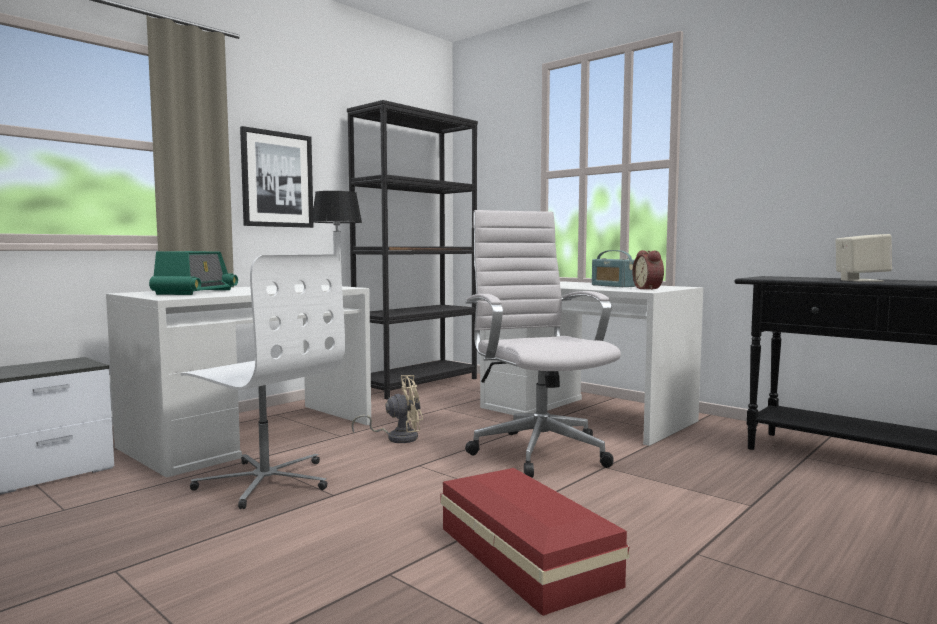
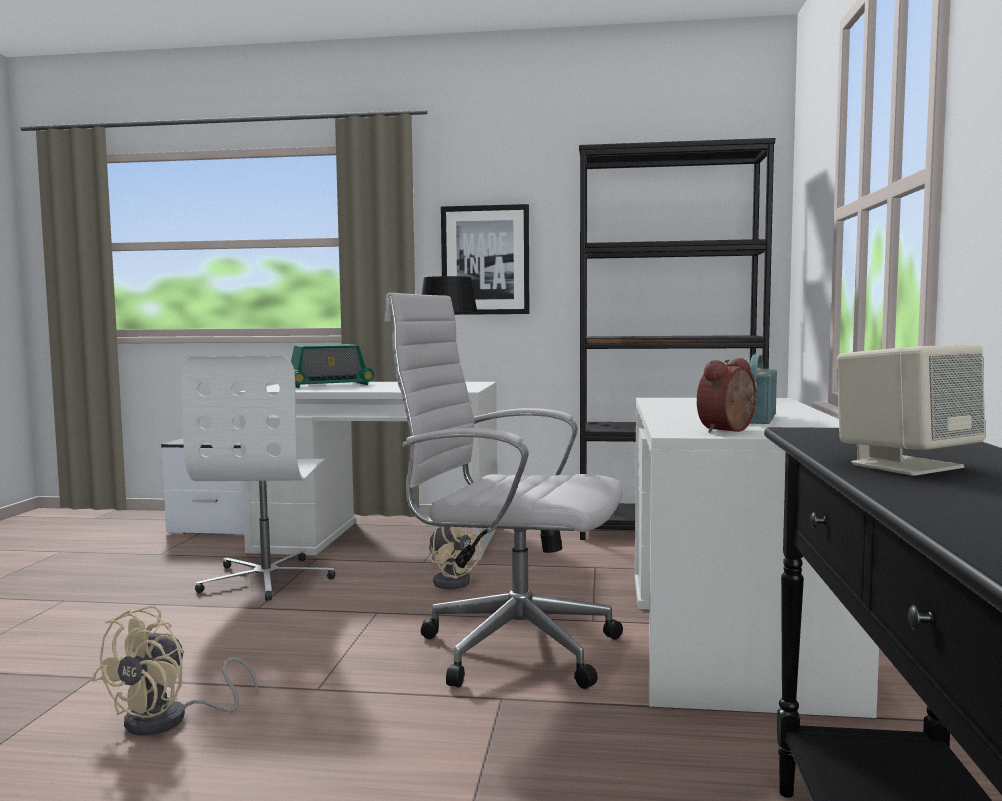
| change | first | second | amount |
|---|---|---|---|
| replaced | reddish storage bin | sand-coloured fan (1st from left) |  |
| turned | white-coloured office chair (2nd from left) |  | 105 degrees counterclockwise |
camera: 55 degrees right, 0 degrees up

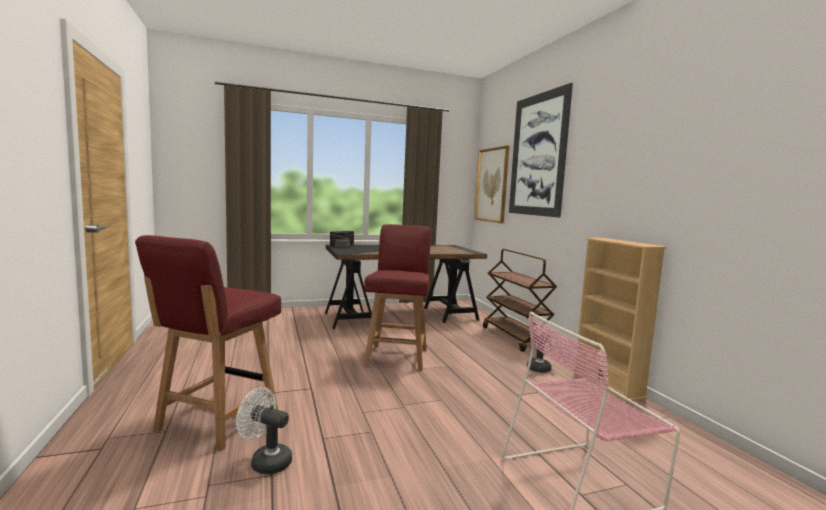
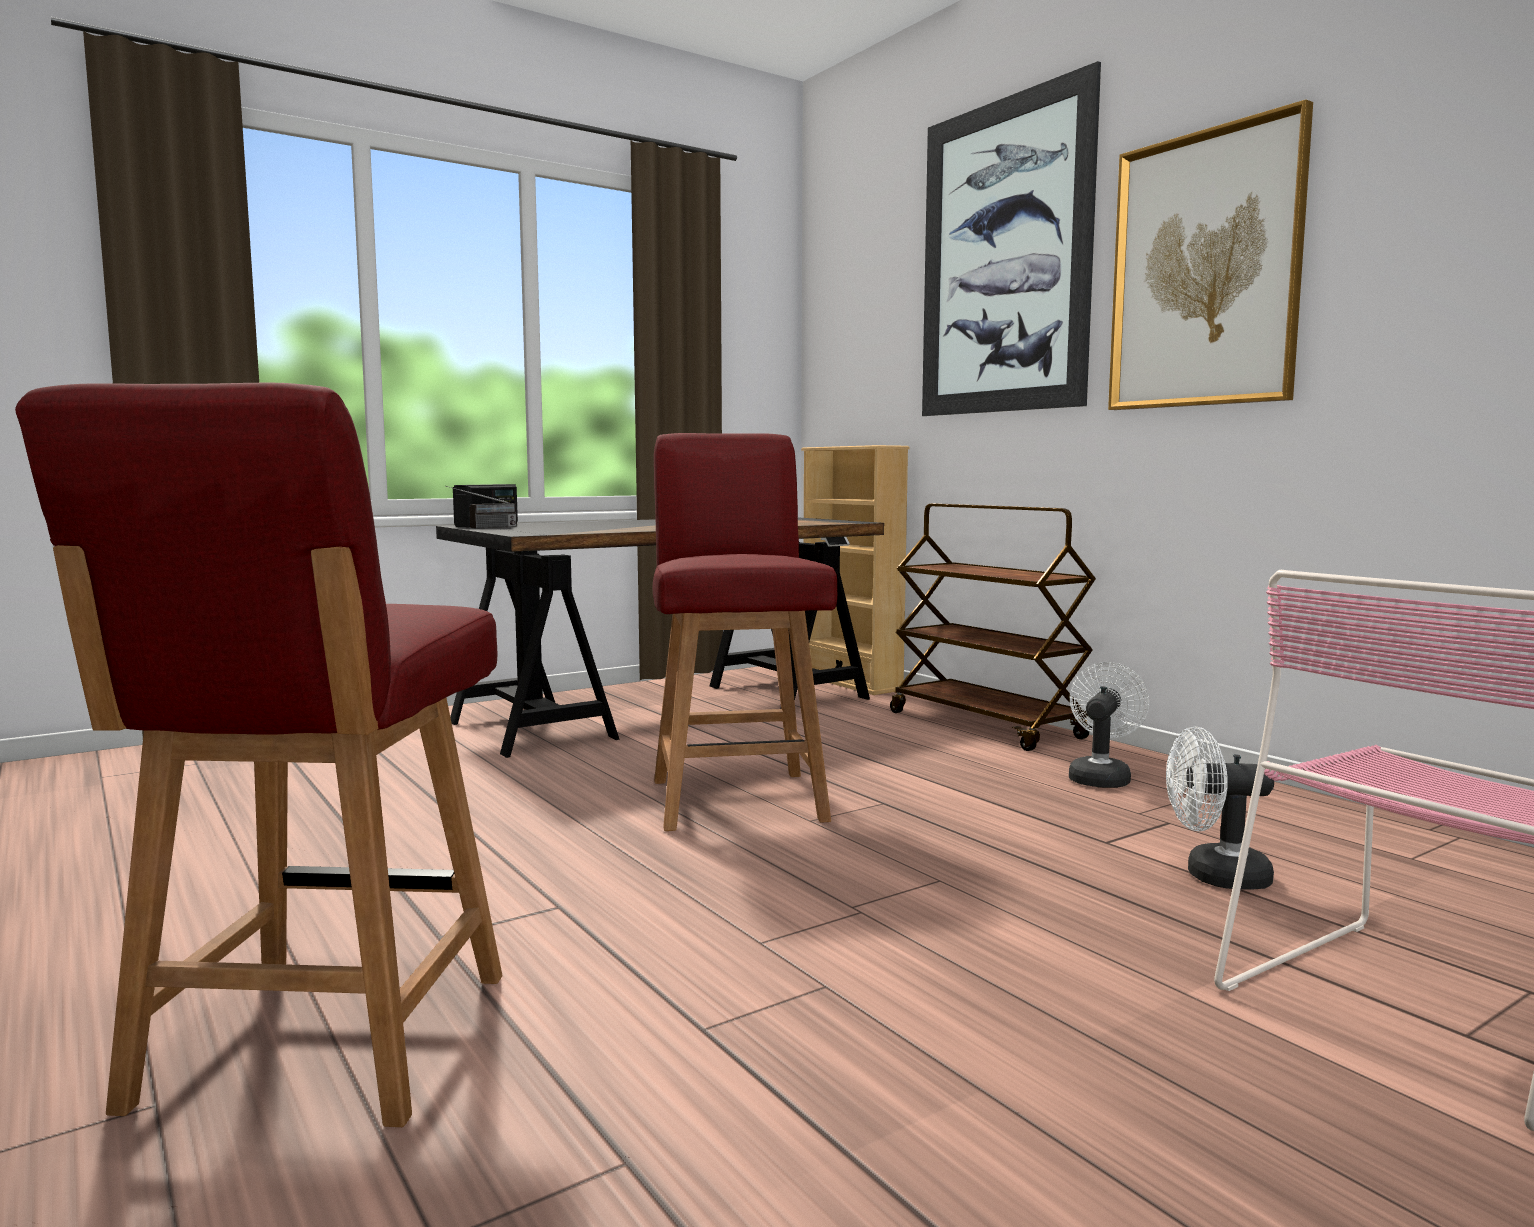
| change | first | second | amount |
|---|---|---|---|
| moved | white-coloured fan (1st from left in the first image) | white-coloured fan (2nd from left) |  |
| moved | picture (1st from left in the first image) | picture (2nd from left) |  |
| moved | sand-coloured bookshelf |  |  |
camera: 15 degrees left, 0 degrees up

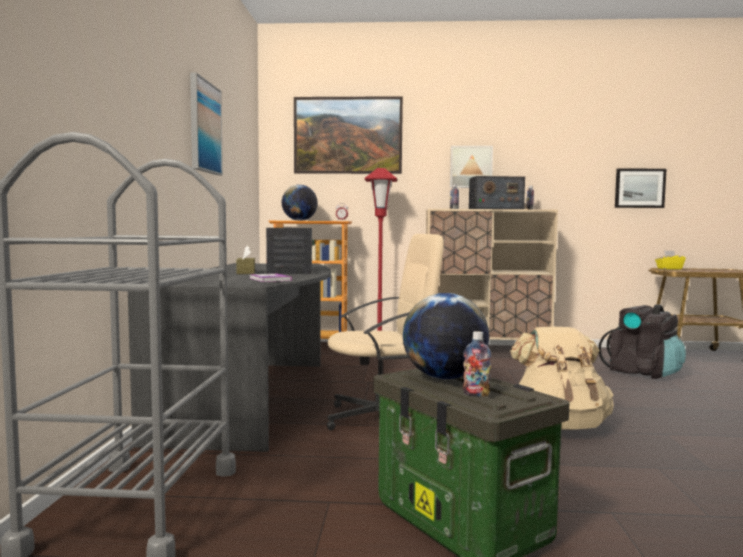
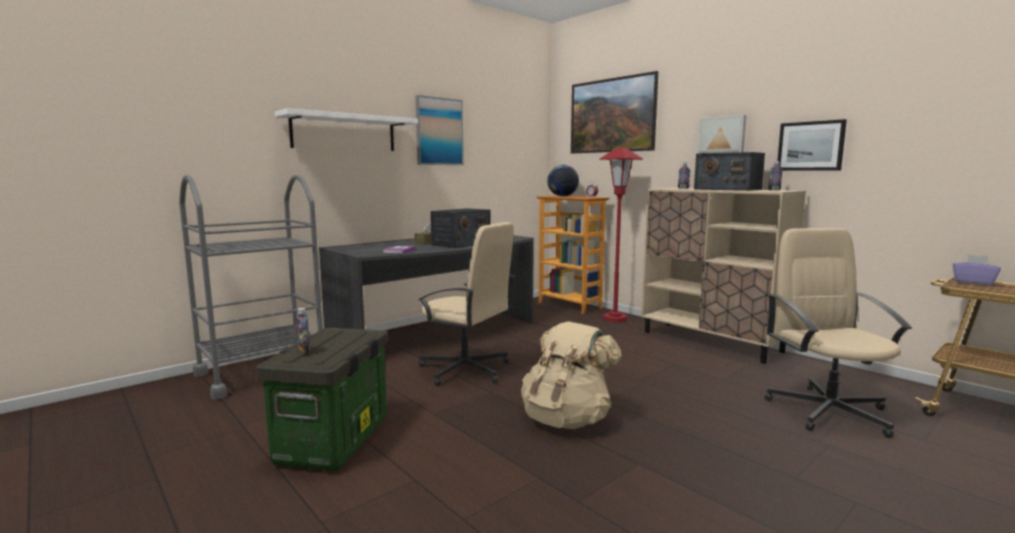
| change | first | second | amount |
|---|---|---|---|
| removed | world globe (2nd from left) |  |  |
| added |  | white-coloured shelf |  |
| moved | picture (4th from left) |  |  |
| replaced | blackish rucksack | sand-coloured office chair (2nd from left) |  |
| recoloured | yellowish tissue holder | purple tissue holder |  |
camera: 45 degrees right, 5 degrees up

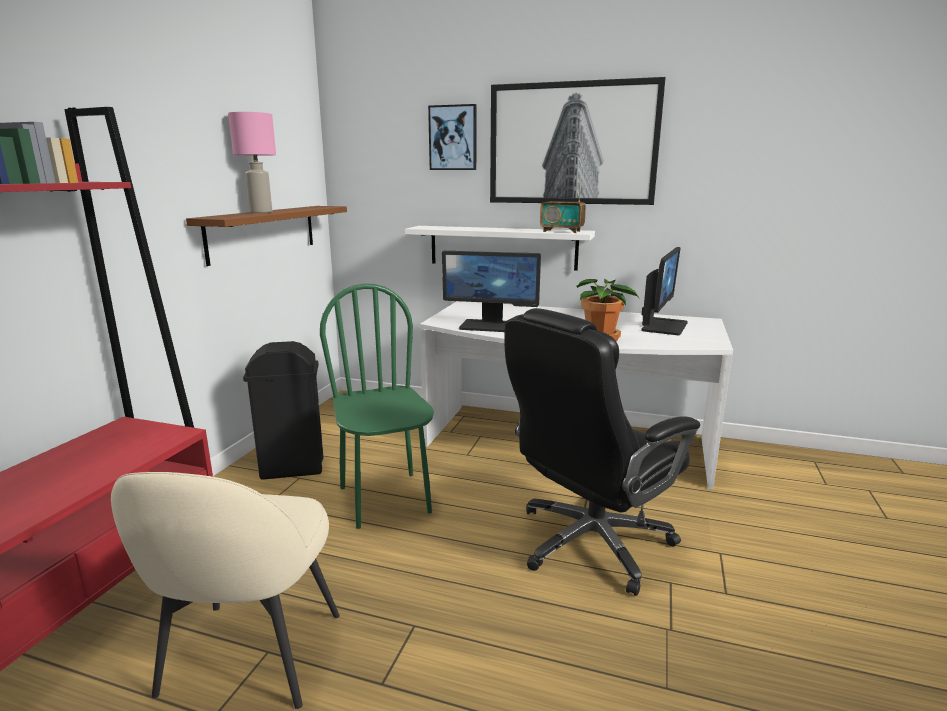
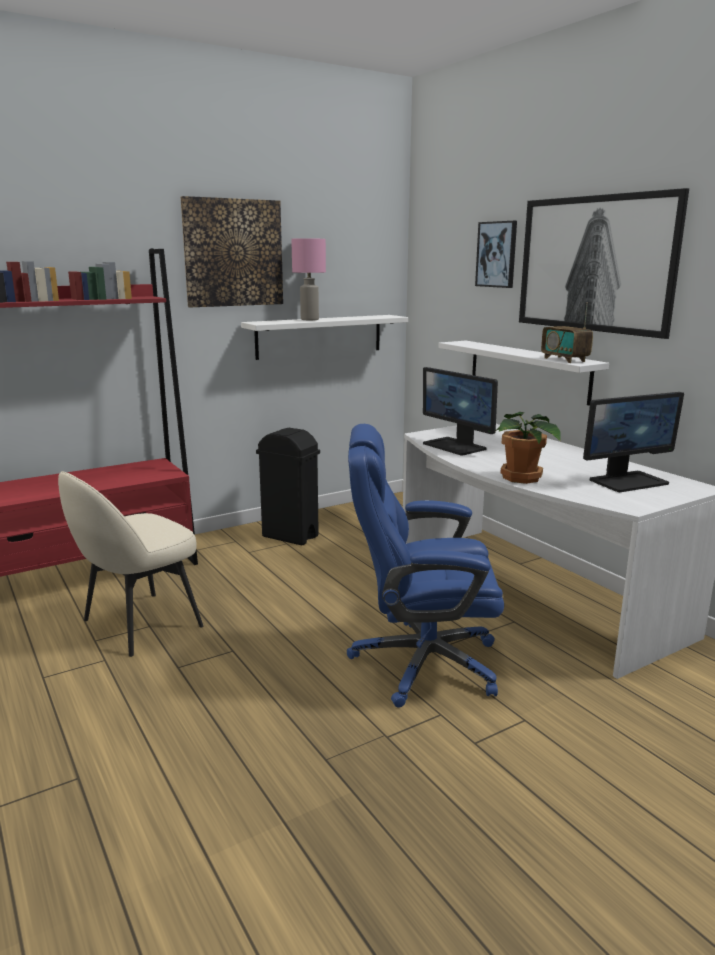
| change | first | second | amount |
|---|---|---|---|
| removed | greenish upright chair |  |  |
| added |  | picture (1st from left) |  |
| recoloured | brown-coloured shelf | white-coloured shelf (1st from left) |  |
| recoloured | blackish office chair | blue office chair |  |
camera: 40 degrees right, 0 degrees up

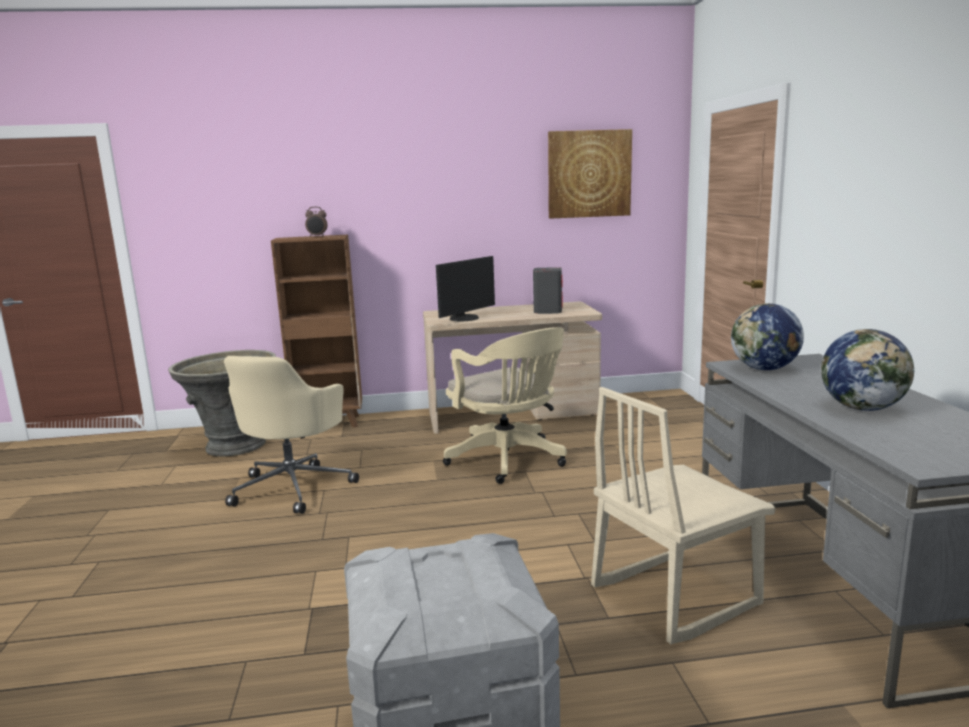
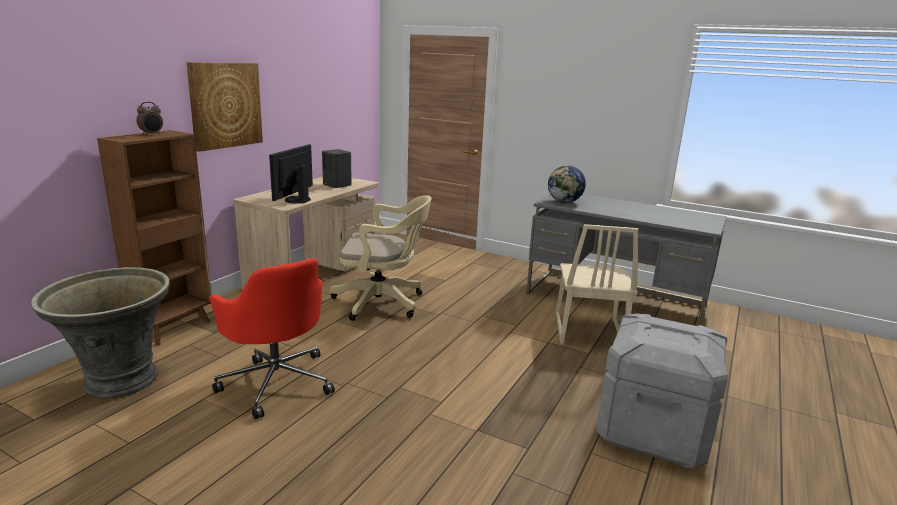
| change | first | second | amount |
|---|---|---|---|
| removed | world globe (2nd from left) |  |  |
| moved | picture |  |  |
| recoloured | sand-coloured office chair (1st from left) | reddish office chair |  |
| turned | computer screen |  | 150 degrees counterclockwise |
camera: 55 degrees left, 5 degrees up

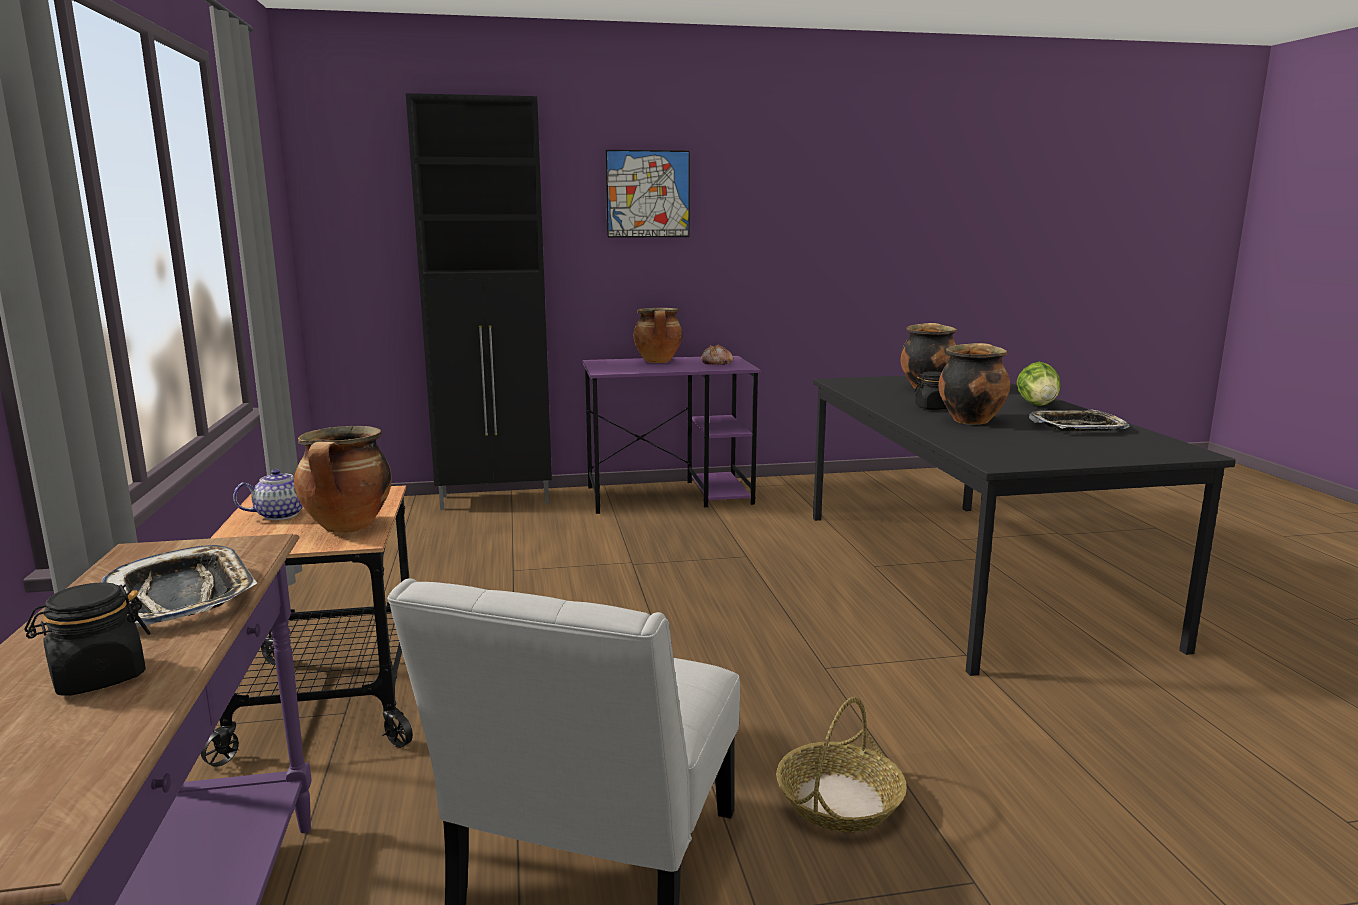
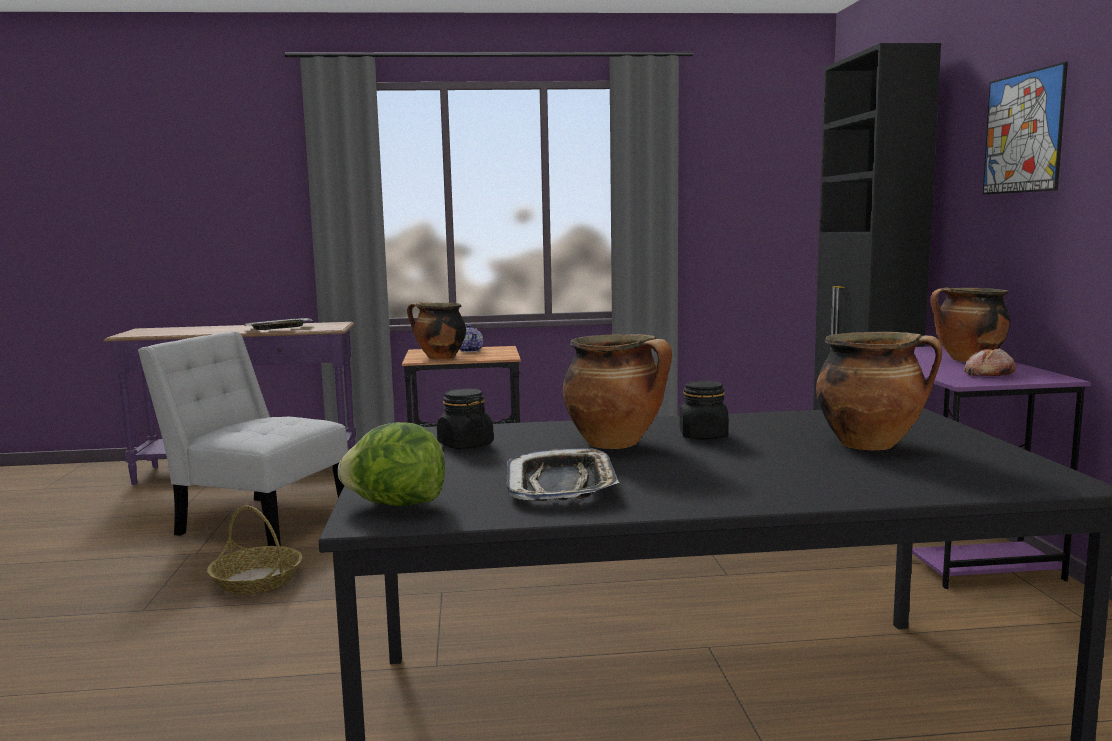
| change | first | second | amount |
|---|---|---|---|
| moved | blackish jar (1st from left) |  |  |
| moved | lettuce head |  |  |
camera: 95 degrees right, 5 degrees down

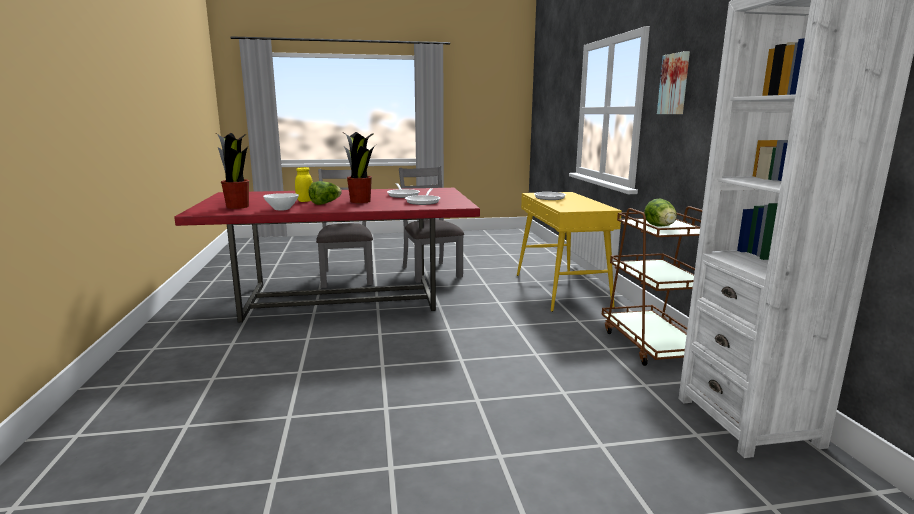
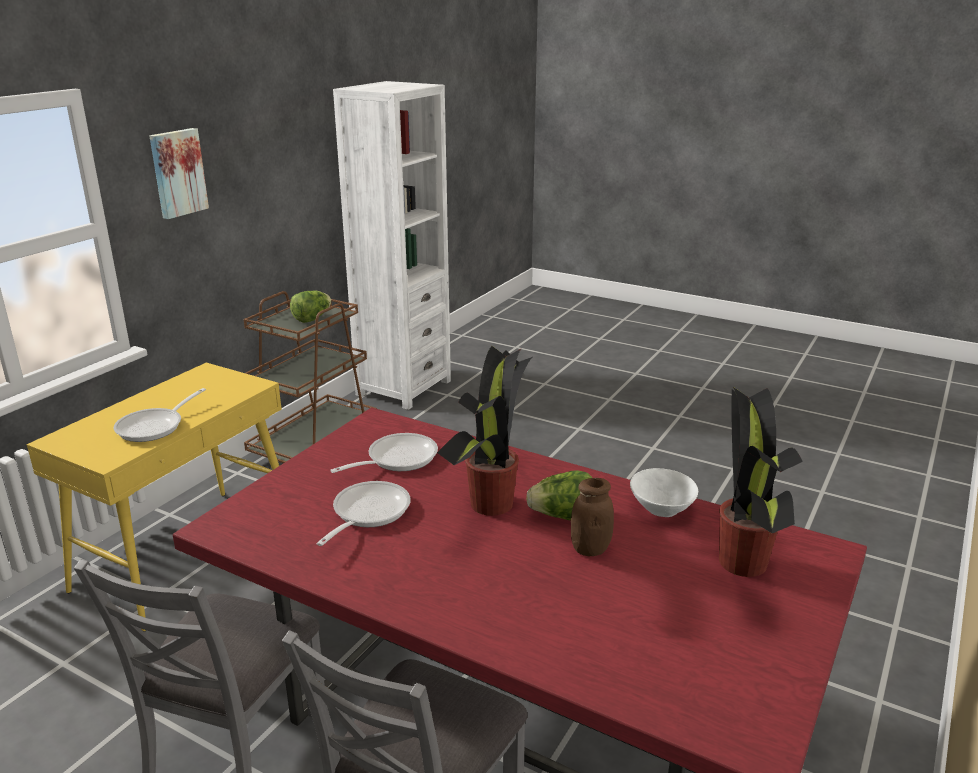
| change | first | second | amount |
|---|---|---|---|
| recoloured | yellowish jar | brown-coloured jar |  |
camera: 140 degrees left, 10 degrees up

